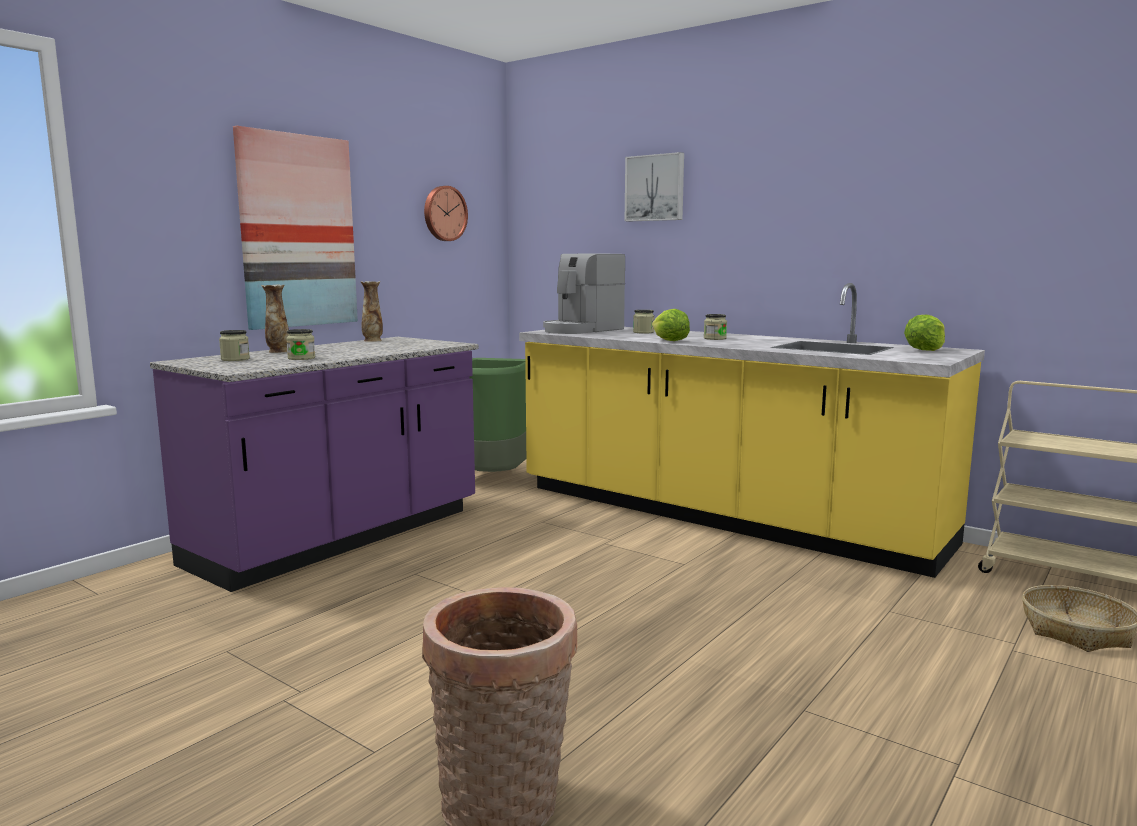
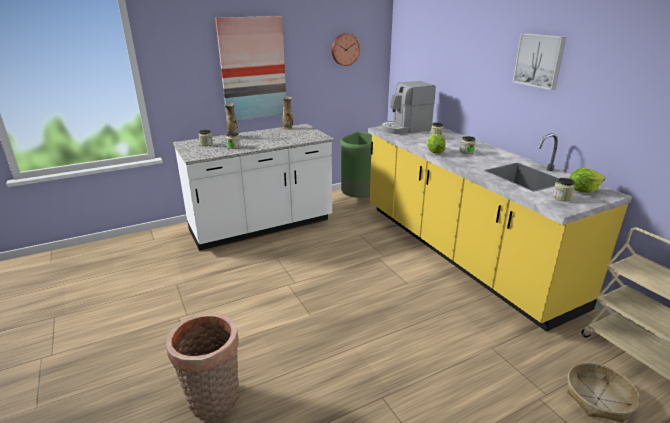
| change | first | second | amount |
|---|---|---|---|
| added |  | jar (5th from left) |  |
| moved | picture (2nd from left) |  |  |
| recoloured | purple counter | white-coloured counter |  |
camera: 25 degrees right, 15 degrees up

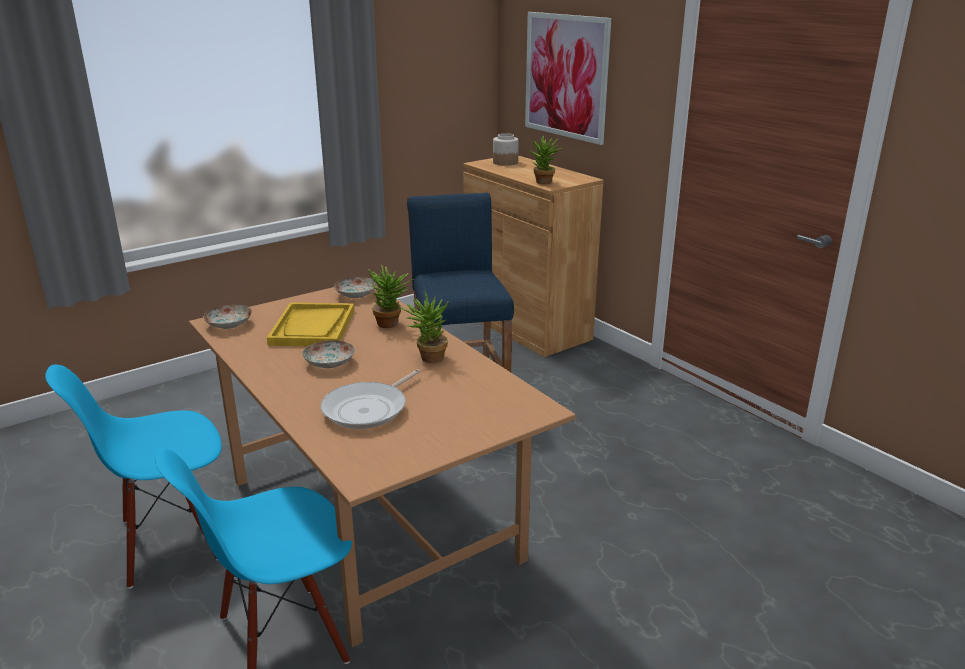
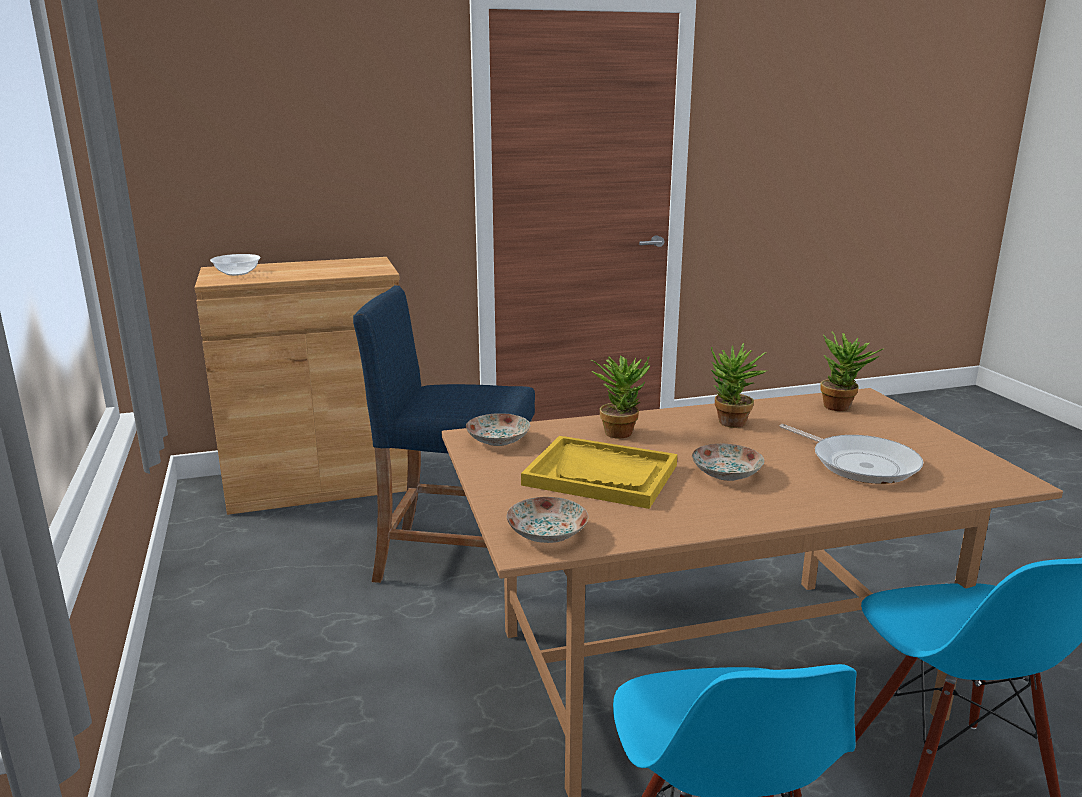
| change | first | second | amount |
|---|---|---|---|
| removed | picture |  |  |
| moved | plant in a pot (3rd from left) |  |  |
| replaced | jar | serving bowl |  |
camera: 70 degrees left, 5 degrees down

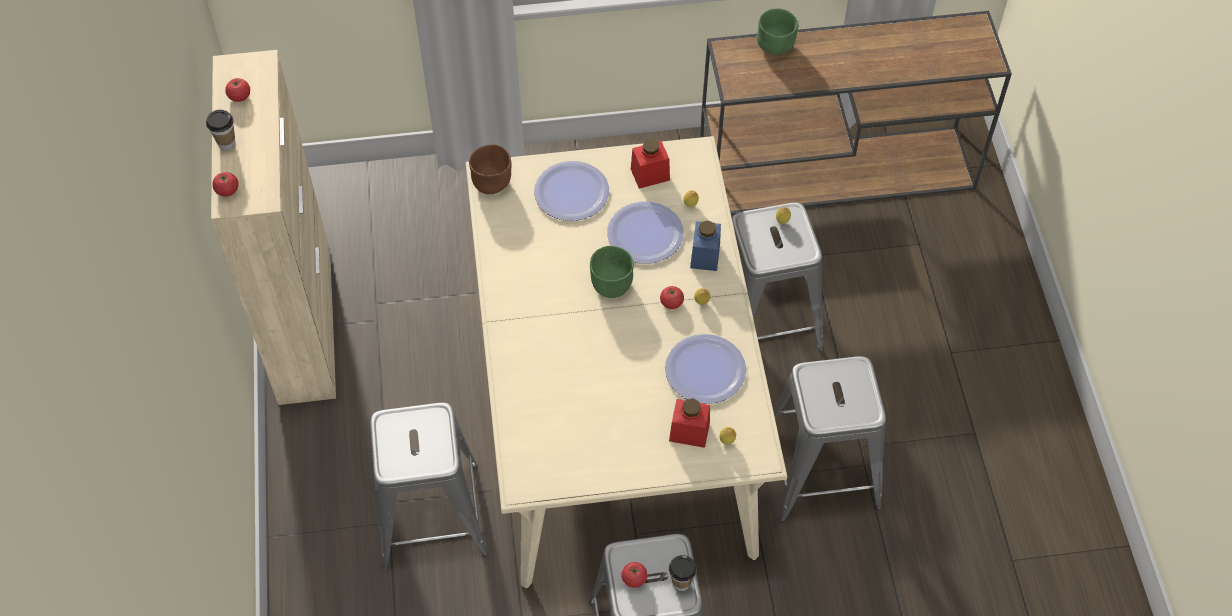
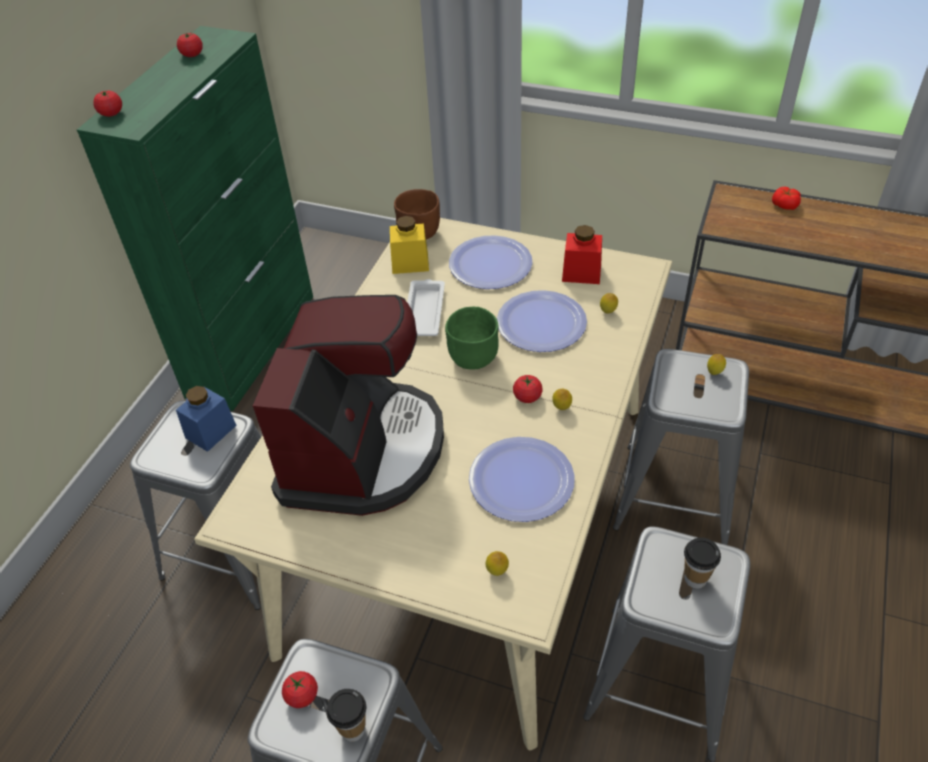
| change | first | second | amount |
|---|---|---|---|
| removed | reddish jar (2nd from left) |  |  |
| added |  | coffee maker |  |
| added |  | yellowish jar |  |
| added |  | white-coloured carrying tray |  |
| moved | cup (1st from left in the first image) | cup (2nd from left) |  |
| moved | blue jar |  |  |
| replaced | greenish serving bowl (2nd from left) | fresh tomato (5th from left) |  |
| recoloured | sand-coloured cabinet | greenish cabinet |  |
camera: 30 degrees right, 10 degrees down

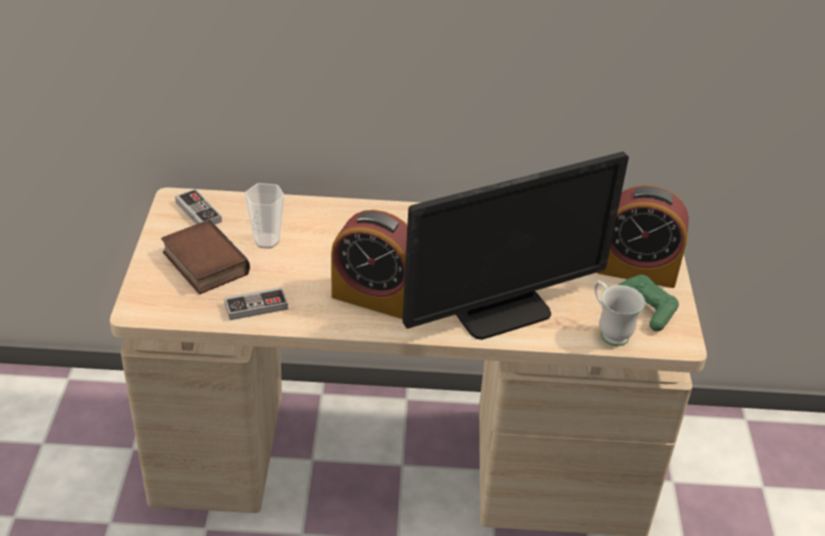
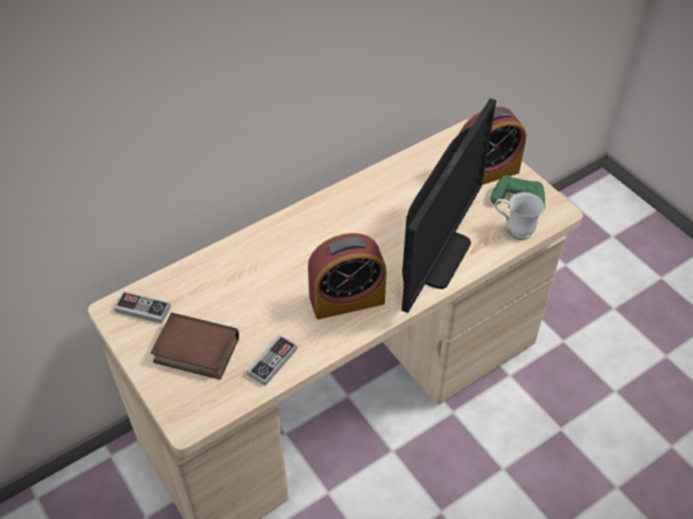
| change | first | second | amount |
|---|---|---|---|
| removed | cup |  |  |
camera: 35 degrees left, 10 degrees up

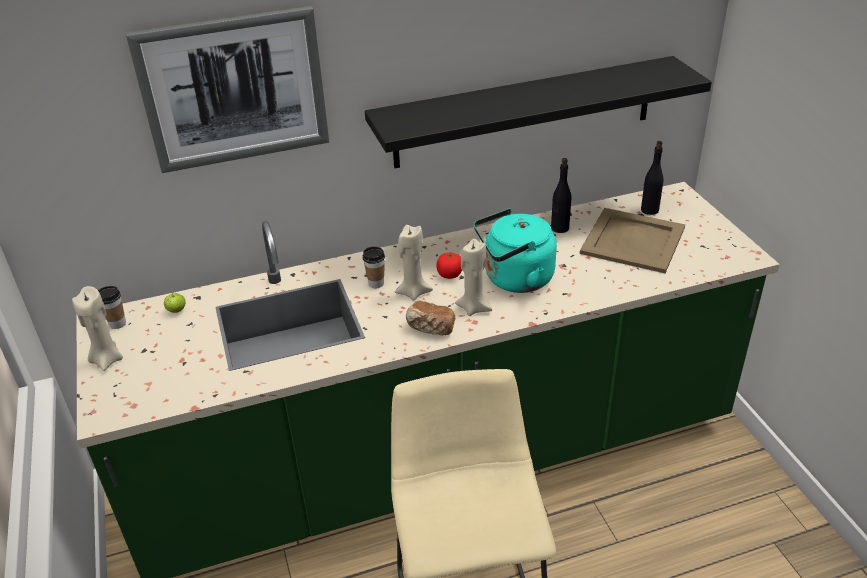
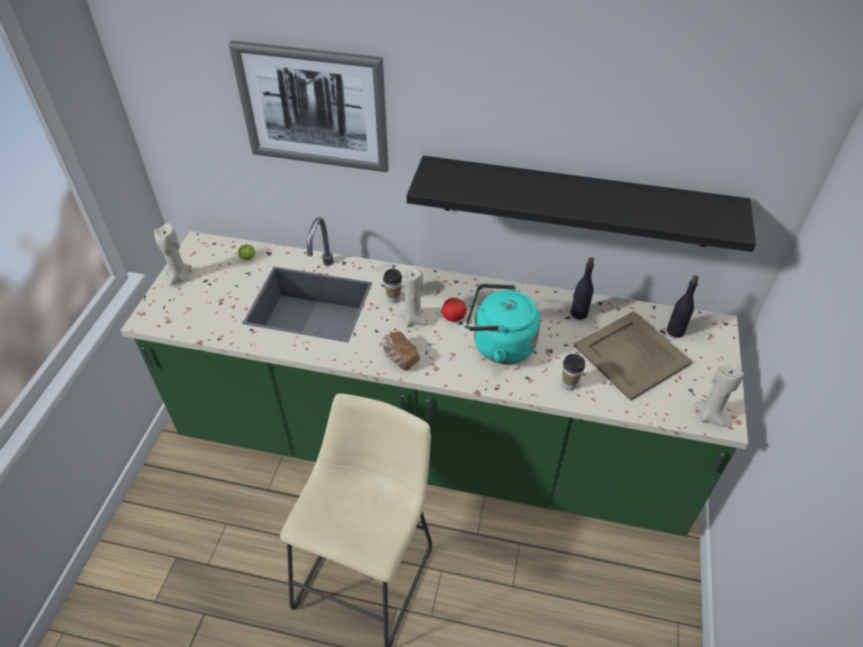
| change | first | second | amount |
|---|---|---|---|
| moved | cup (1st from left in the first image) | cup (2nd from left) |  |
| moved | sand-coloured wax light (3rd from left) |  |  |
camera: 30 degrees right, 10 degrees up

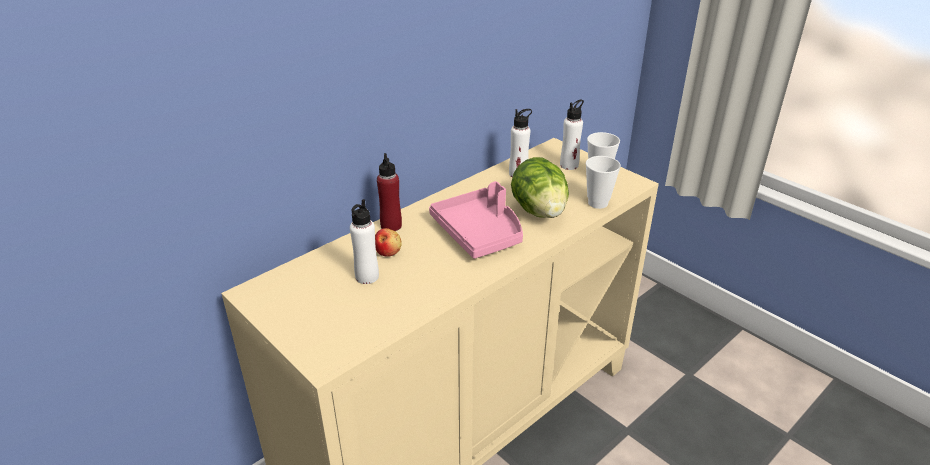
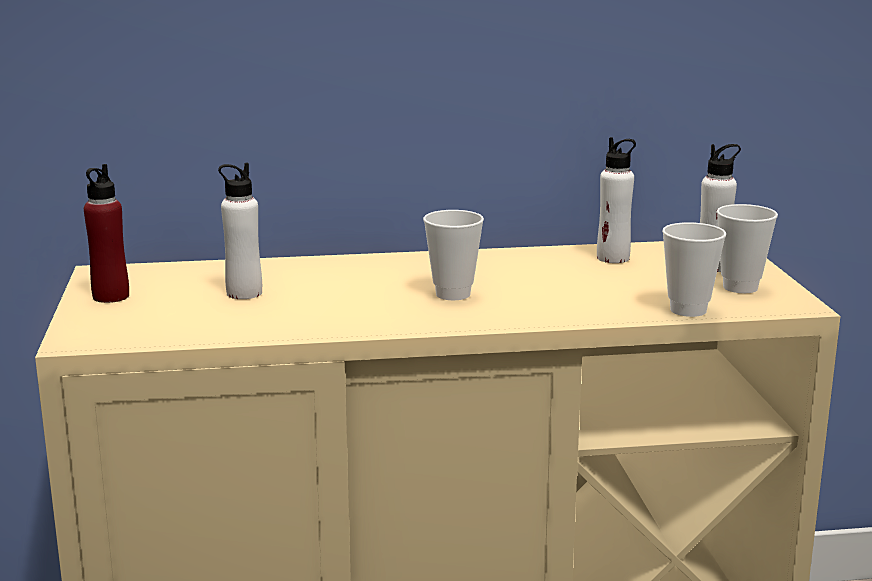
| change | first | second | amount |
|---|---|---|---|
| removed | apple |  |  |
| removed | lettuce head |  |  |
| moved | reddish bottle |  |  |
| replaced | pink-coloured carrying tray | cup (1st from left) |  |
camera: 35 degrees right, 15 degrees down

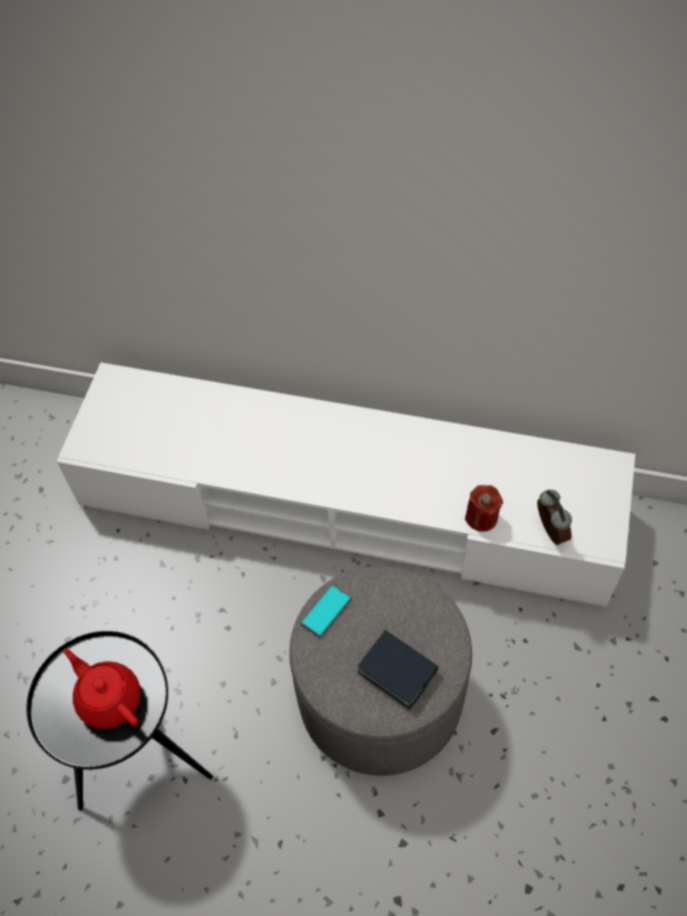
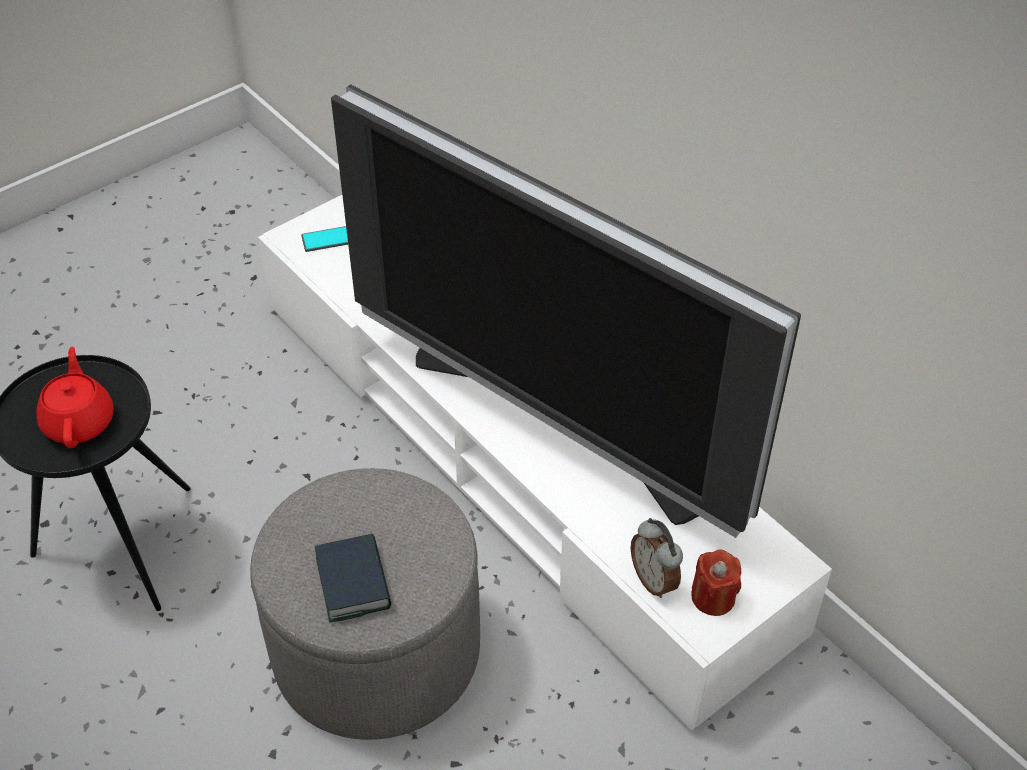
| change | first | second | amount |
|---|---|---|---|
| added |  | television |  |
| moved | handset |  |  |
| moved | reddish wax light |  |  |
| turned | alarm clock |  | 135 degrees clockwise |
camera: 35 degrees right, 10 degrees down

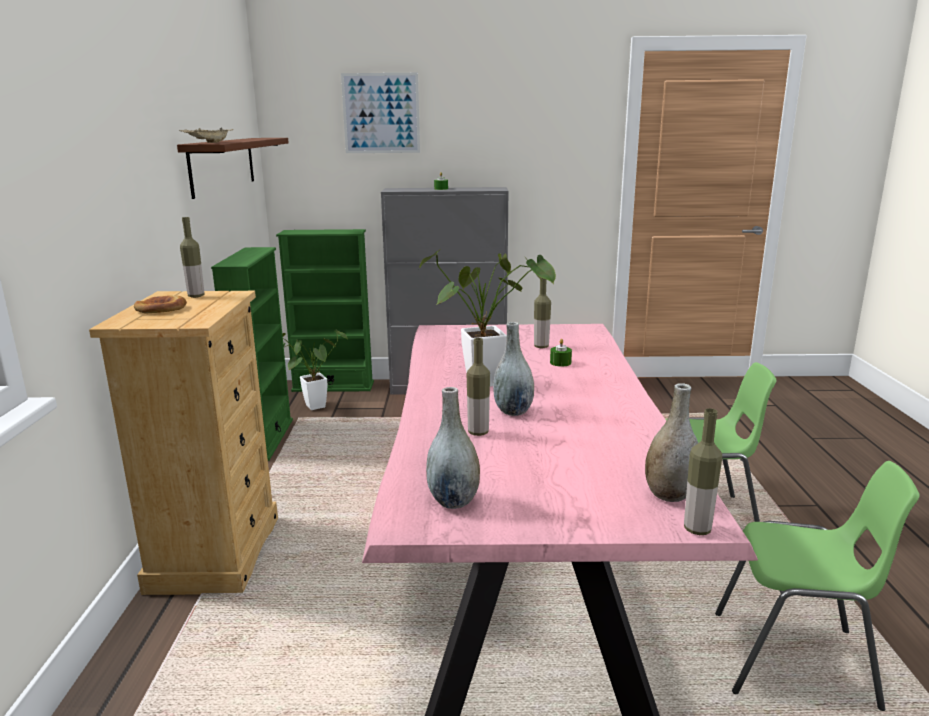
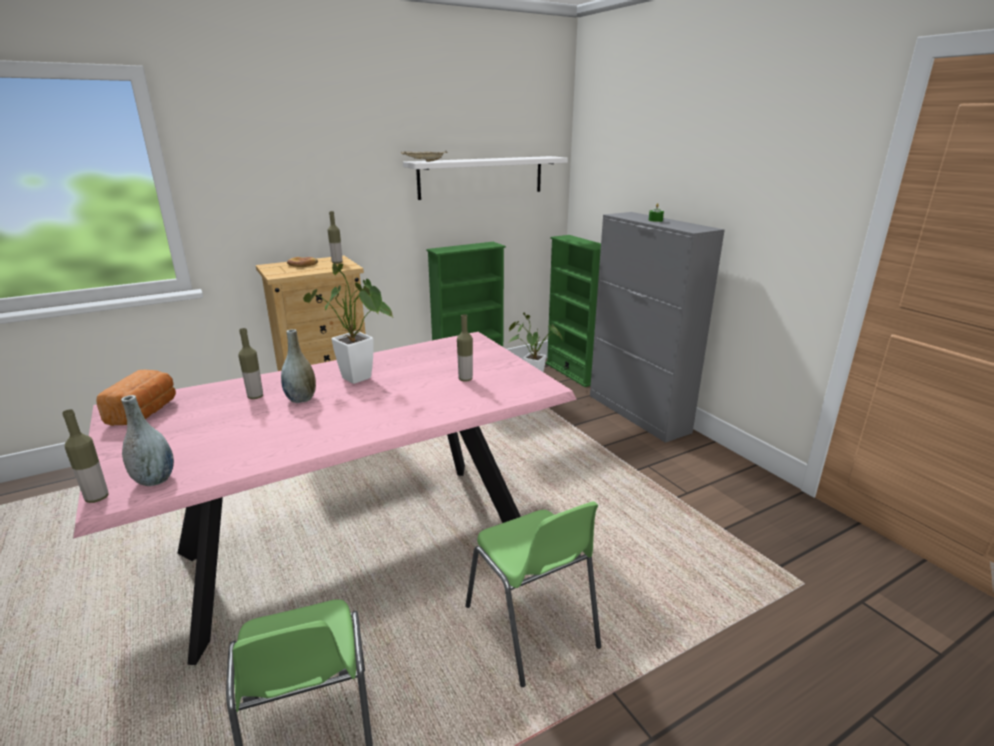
| change | first | second | amount |
|---|---|---|---|
| removed | picture |  |  |
| removed | greenish wax light (2nd from left) |  |  |
| replaced | grey flower vase (1st from left) | baked bread (1st from left) |  |
| recoloured | brown-coloured shelf | white-coloured shelf |  |
camera: 60 degrees right, 5 degrees up

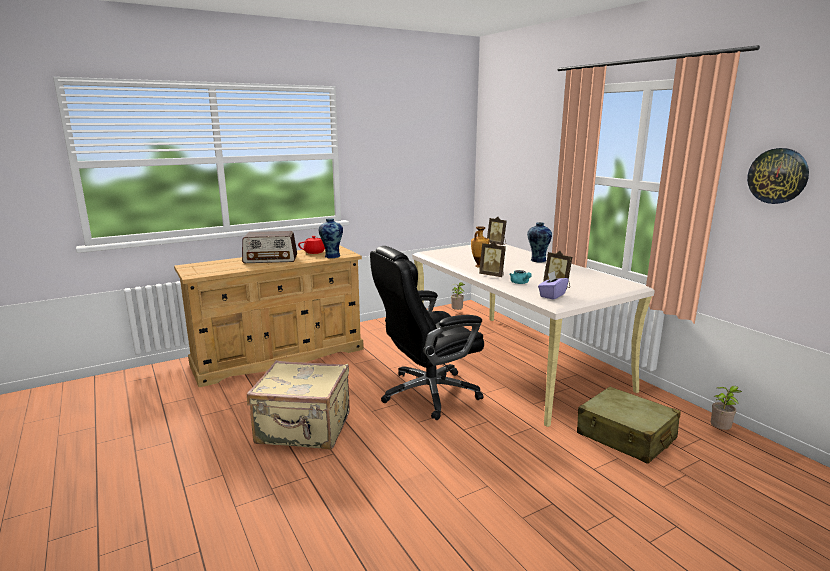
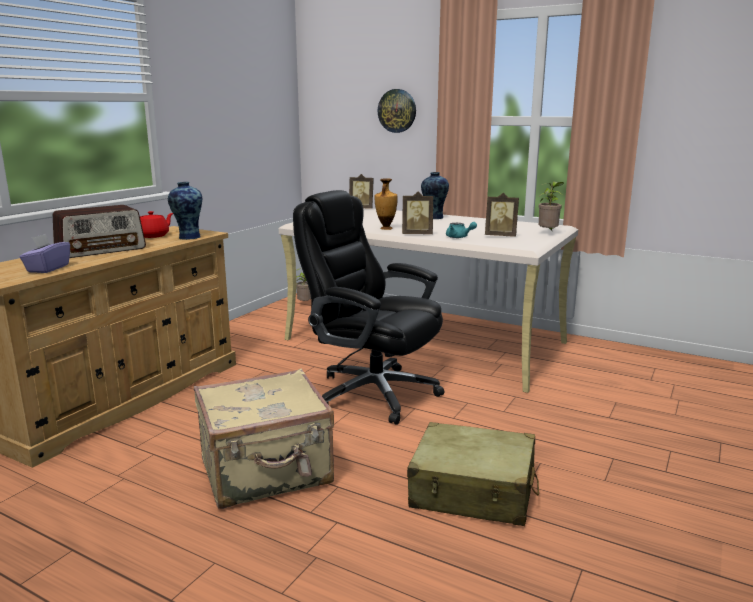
| change | first | second | amount |
|---|---|---|---|
| moved | purple tissue holder |  |  |
| moved | sand-coloured travel case (2nd from left) |  |  |
| moved | plant in a pot (2nd from left) |  |  |
| moved | hanging clock |  |  |
| turned | blackish office chair |  | 90 degrees clockwise |
camera: 30 degrees left, 0 degrees up

